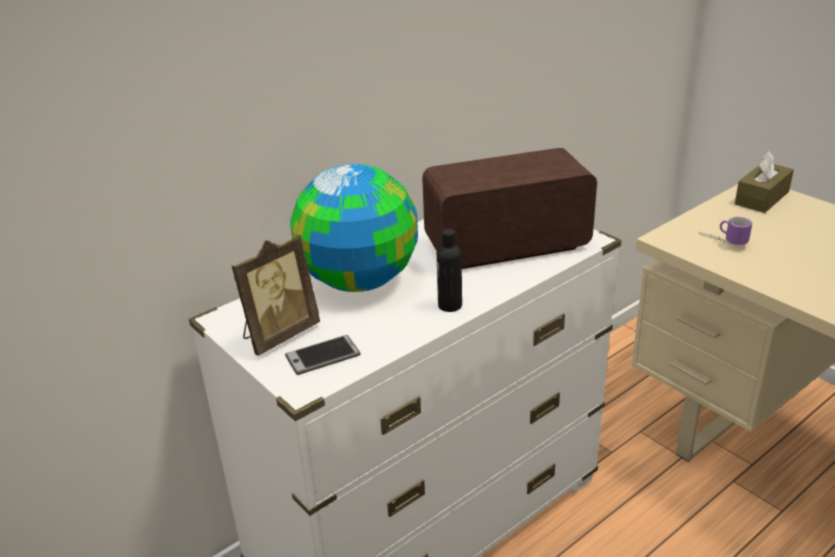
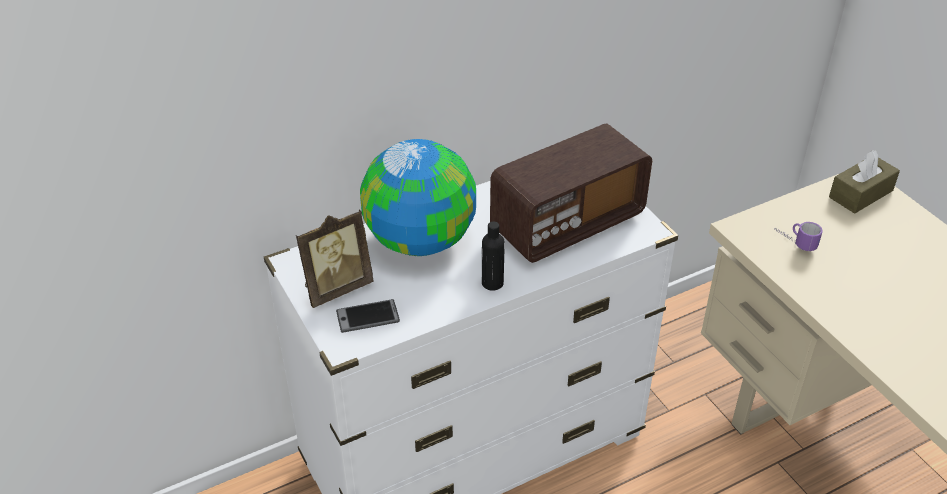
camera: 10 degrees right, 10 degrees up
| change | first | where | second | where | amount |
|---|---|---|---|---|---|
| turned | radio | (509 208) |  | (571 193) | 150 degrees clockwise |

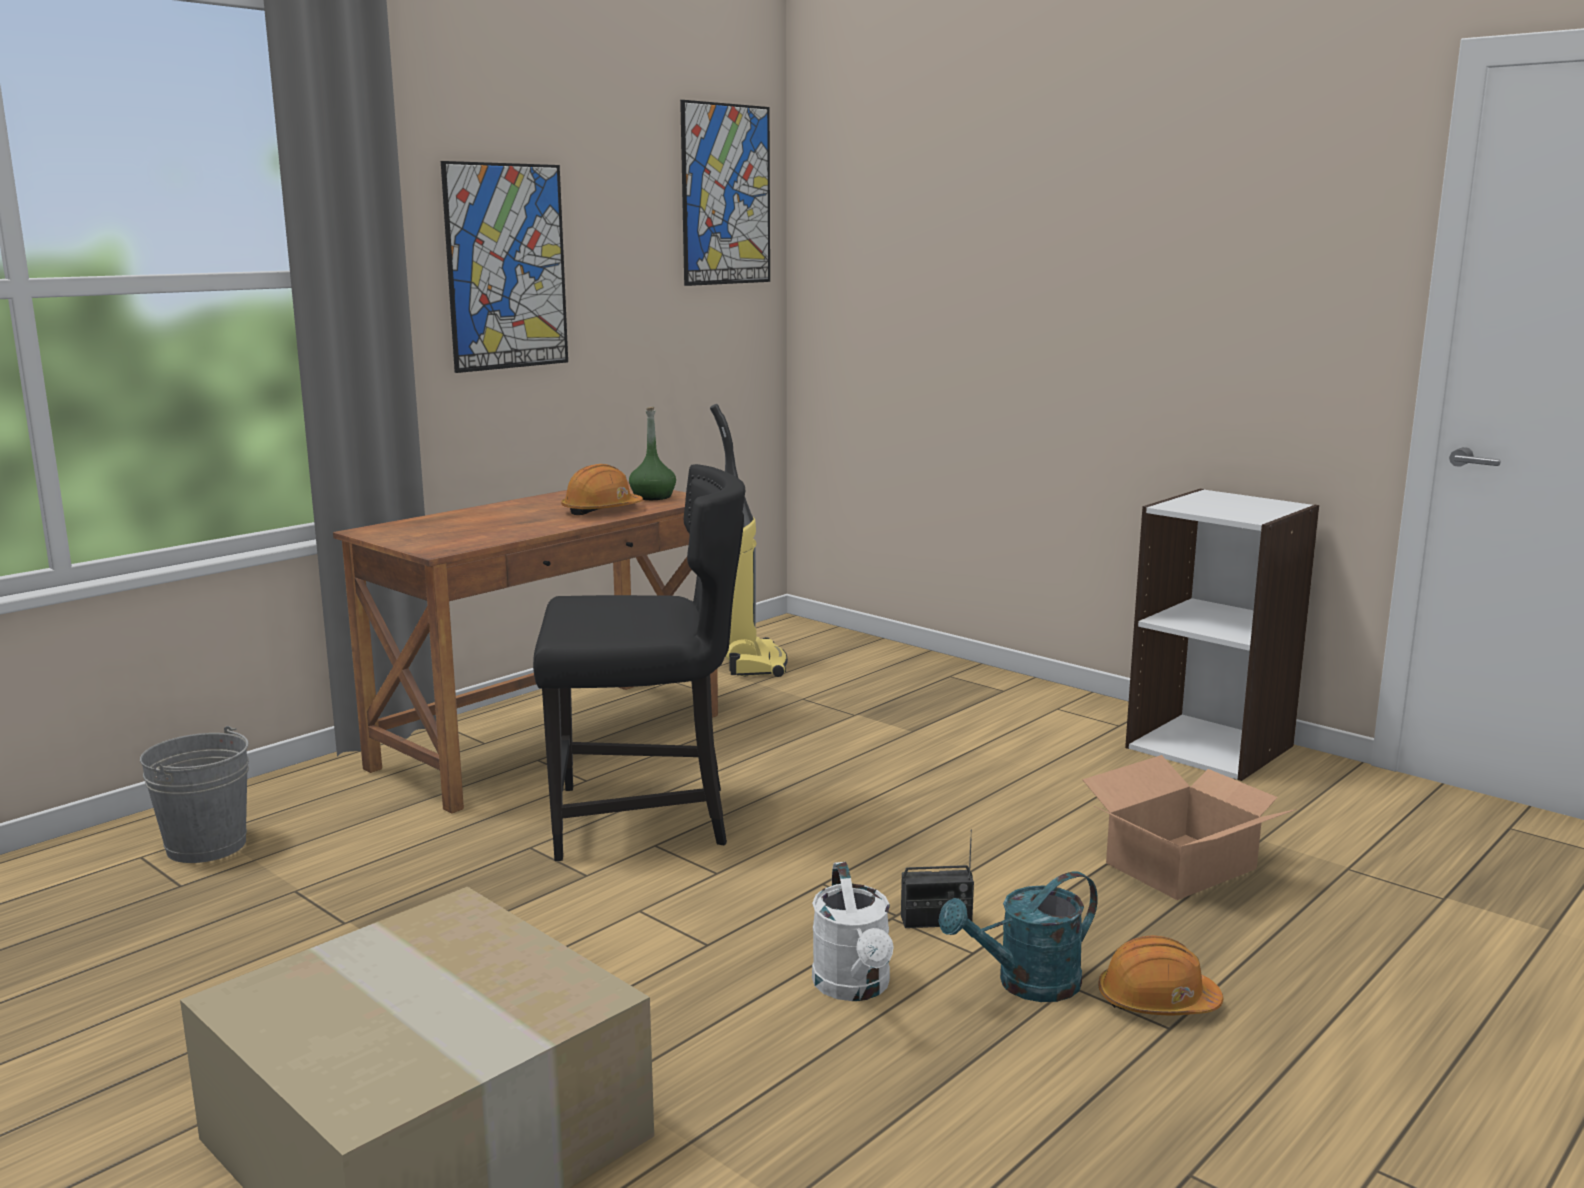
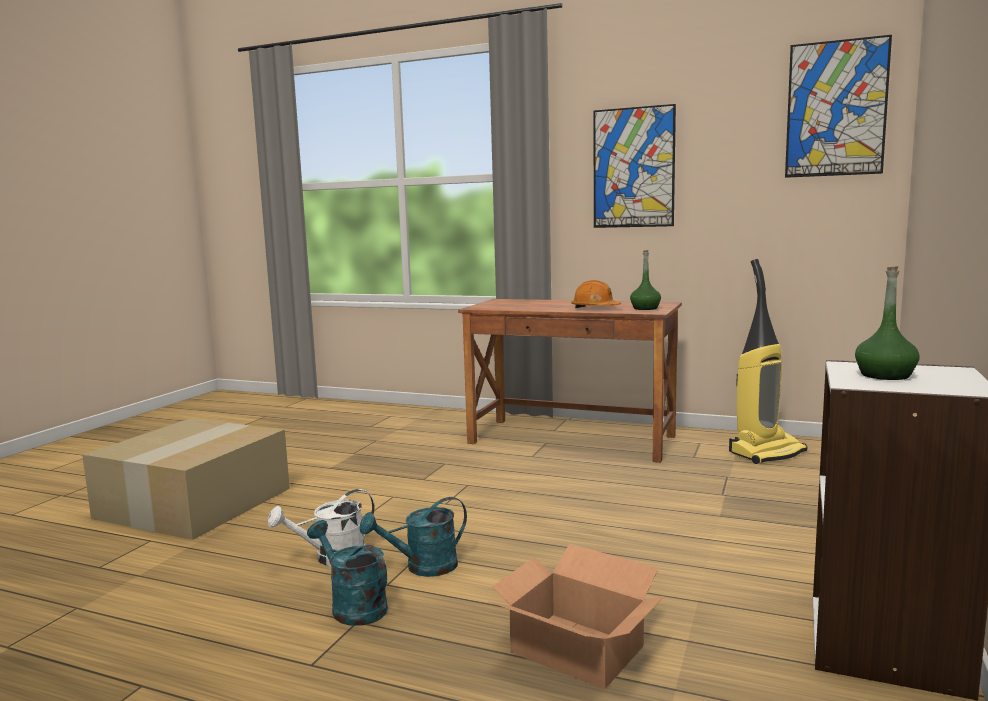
camera: 70 degrees right, 5 degrees down
| change | first | where | second | where | amount |
|---|---|---|---|---|---|
| removed | seau/gris | (194 794) |  |  |  |
| removed | chaise/noir | (639 662) |  |  |  |
| replaced | radio | (937 879) | arrosoir/turquoise | (413 537) |  |
| removed | casque de chantier/orange | (1160 975) |  |  |  |
| added |  |  | bouteille/vert | (887 323) |  |

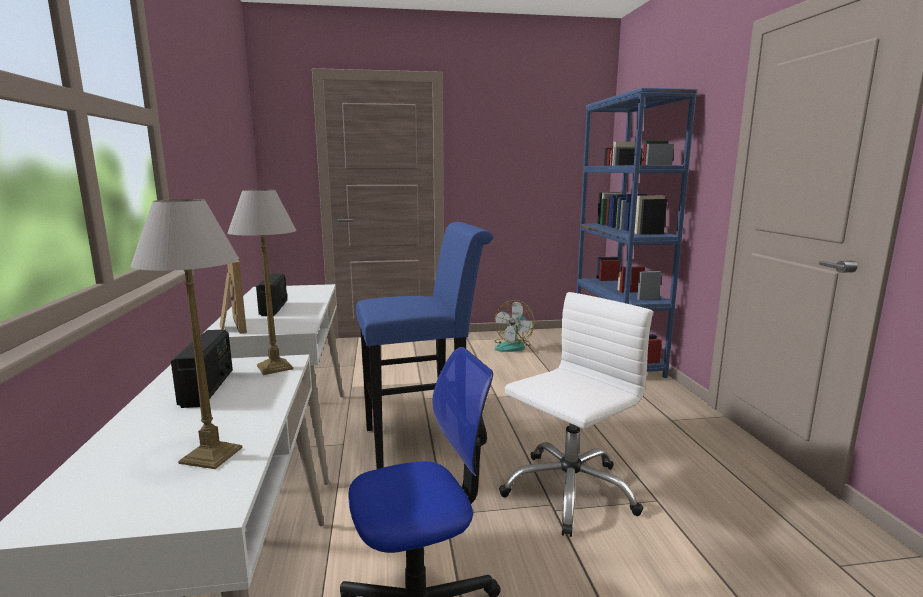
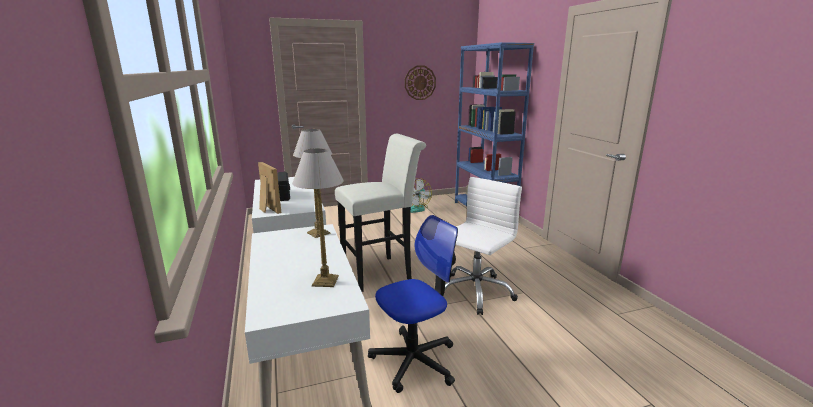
camera: 10 degrees left, 5 degrees up
| change | first | where | second | where | amount |
|---|---|---|---|---|---|
| removed | radio | (202 368) |  |  |  |
| recoloured | tabouret/bleu | (424 345) | tabouret/blanc | (380 213) |  |
| added |  |  | horloge murale | (420 83) |  |

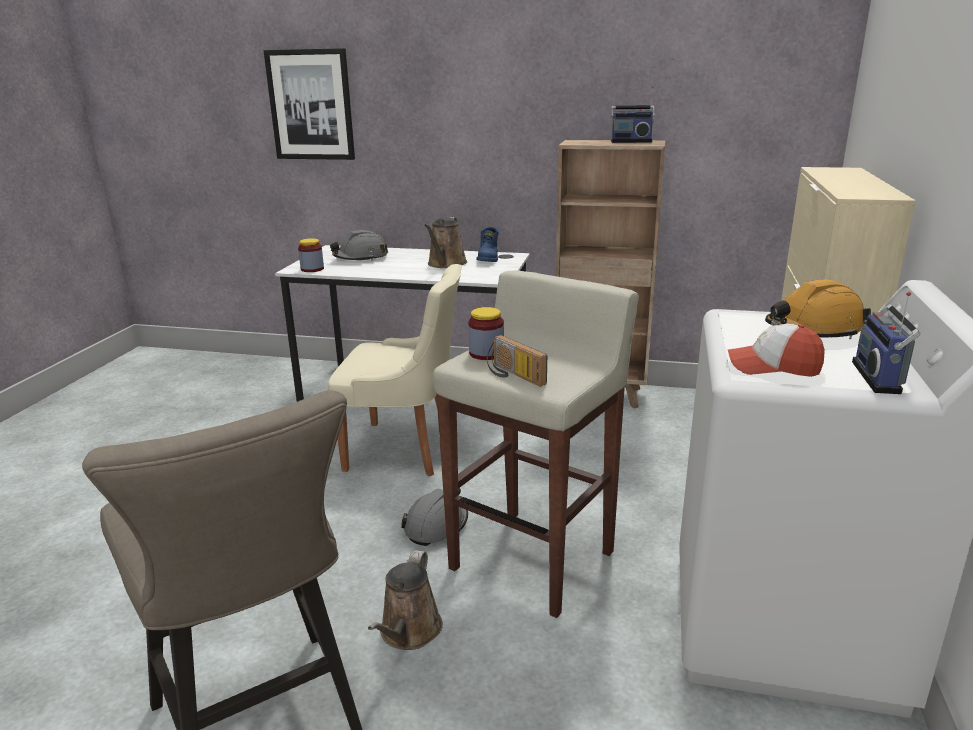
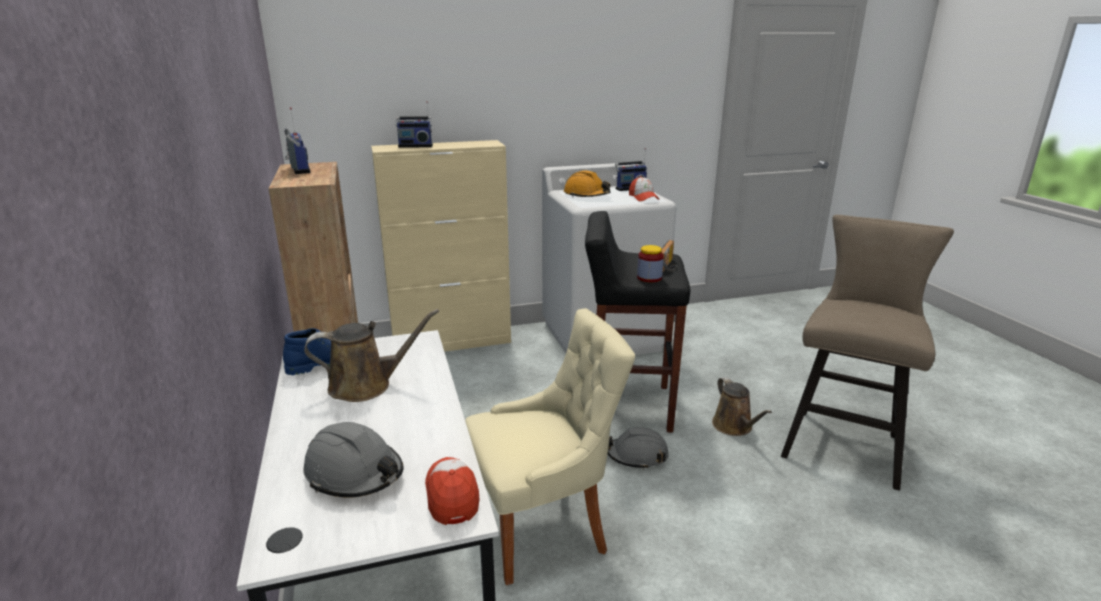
camera: 120 degrees left, 0 degrees up
| change | first | where | second | where | amount |
|---|---|---|---|---|---|
| removed | tableau | (309 104) |  |  |  |
| replaced | bocal | (311 255) | casquette | (452 491) |  |
| turned | chaise/beige | (395 370) |  | (550 446) | 90 degrees clockwise |
| turned | arrosoir/marron | (405 600) |  | (742 406) | 90 degrees clockwise |
| recoloured | tabouret/beige | (536 444) | tabouret/noir | (637 322) |  |
| added |  |  | radio | (414 124) |  |

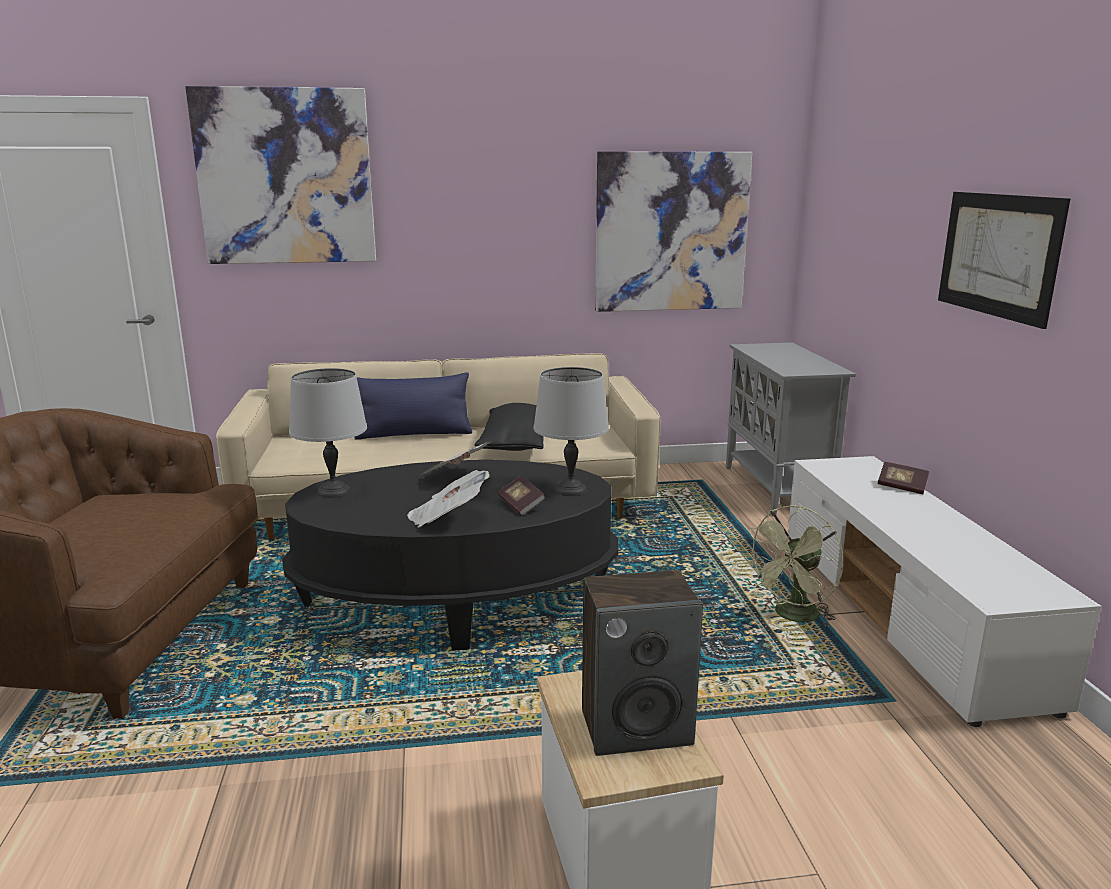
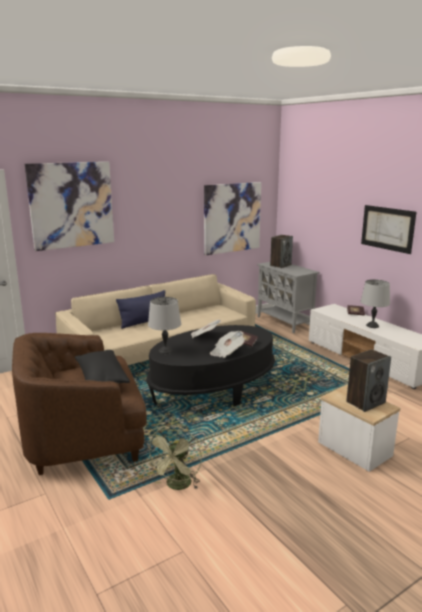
camera: 25 degrees left, 0 degrees up
| change | first | where | second | where | amount |
|---|---|---|---|---|---|
| moved | coussin/noir | (509 427) |  | (102 367) |  |
| moved | lampe de table/gris | (571 431) |  | (375 303) |  |
| moved | ventilateur/vert | (794 566) |  | (174 457) |  |
| added |  |  | enceinte | (281 251) |  |

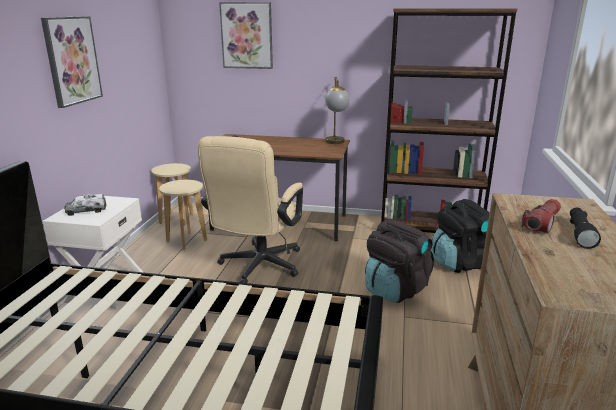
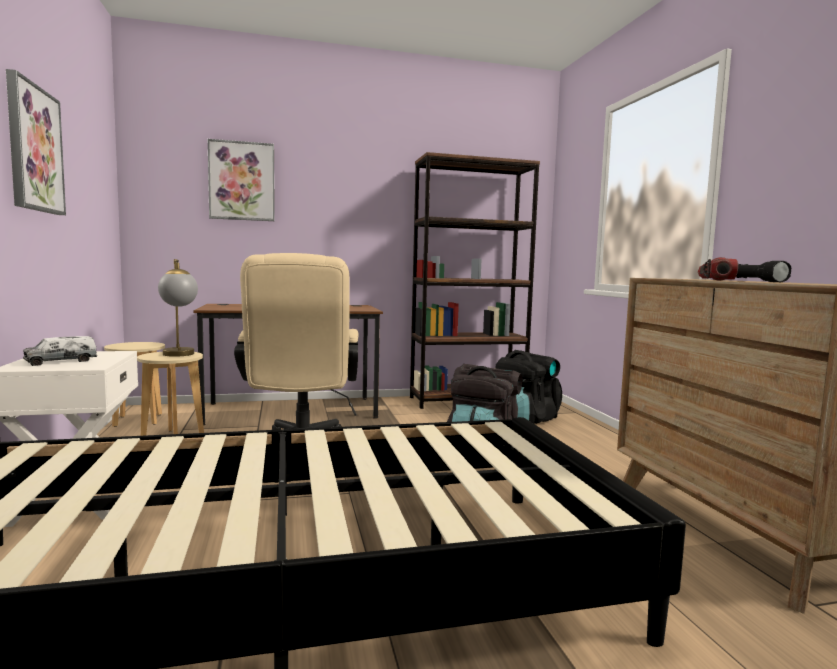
camera: 25 degrees left, 15 degrees down
| change | first | where | second | where | amount |
|---|---|---|---|---|---|
| moved | lampe de table | (337 110) |  | (178 308) |  |

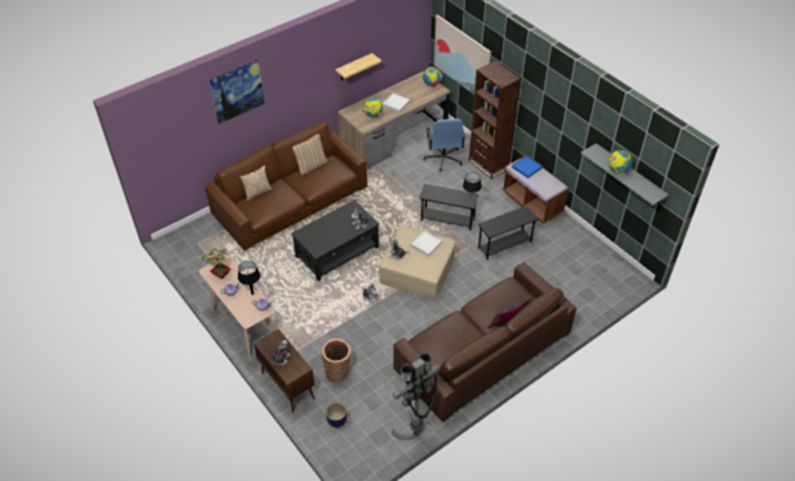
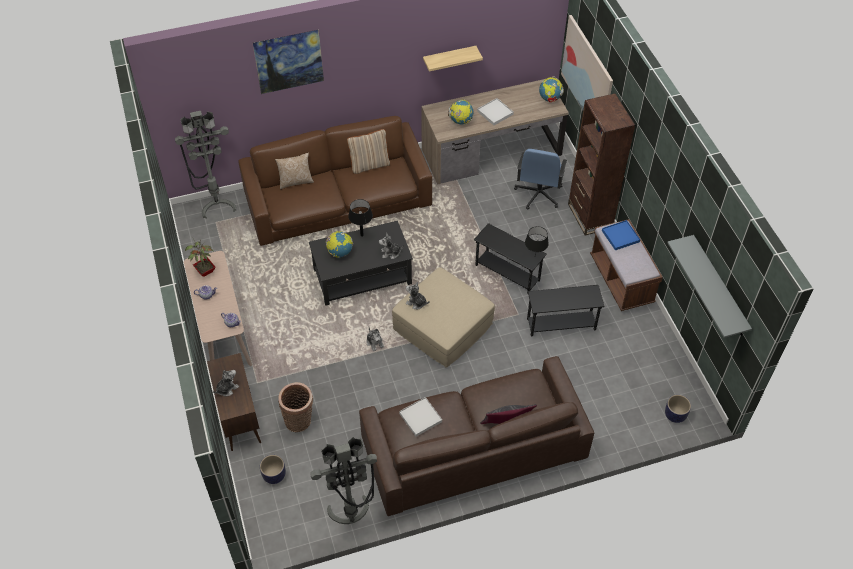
camera: 20 degrees right, 5 degrees up
| change | first | where | second | where | amount |
|---|---|---|---|---|---|
| moved | lampe de table/noir | (249 278) |  | (360 218) |  |
| moved | plateau/blanc | (426 243) |  | (420 417) |  |
| moved | globe | (620 162) |  | (339 244) |  |
| added |  |  | lampadaire/gris | (205 164) |  |
| added |  |  | cache-pot | (678 409) |  |

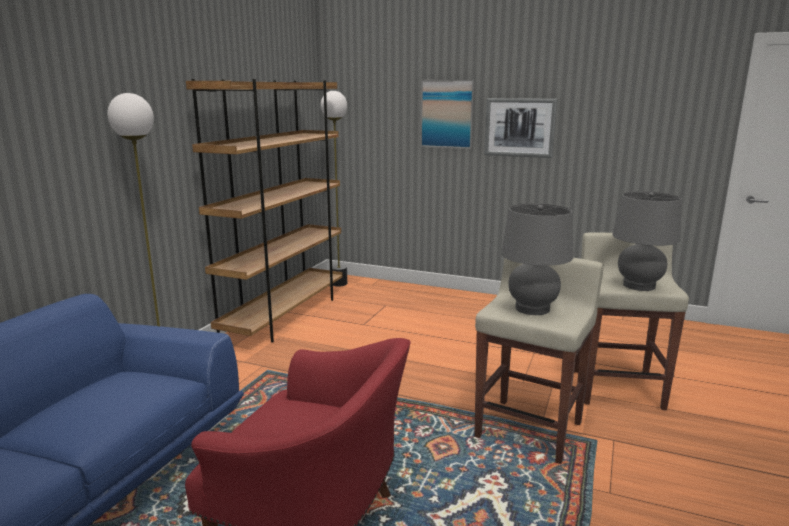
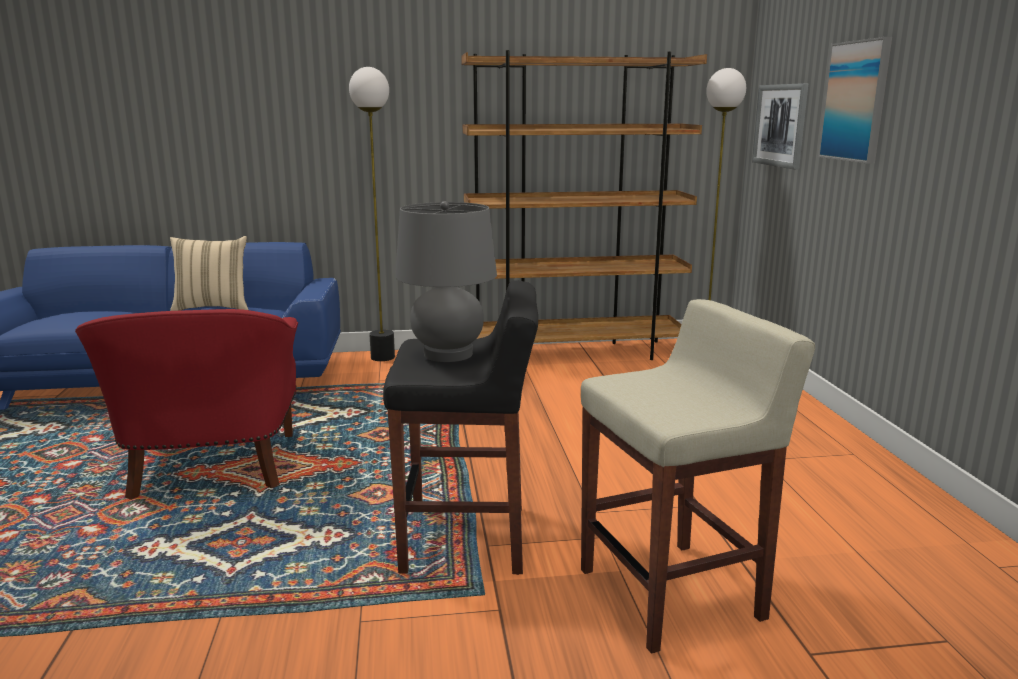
camera: 60 degrees right, 0 degrees up
| change | first | where | second | where | amount |
|---|---|---|---|---|---|
| recoloured | tabouret/beige | (539 361) | tabouret/noir | (460 428) |  |
| moved | tableau | (520 128) |  | (780 126) |  |
| removed | lampe de table/gris | (647 241) |  |  |  |
| added |  |  | coussin/beige | (209 273) |  |

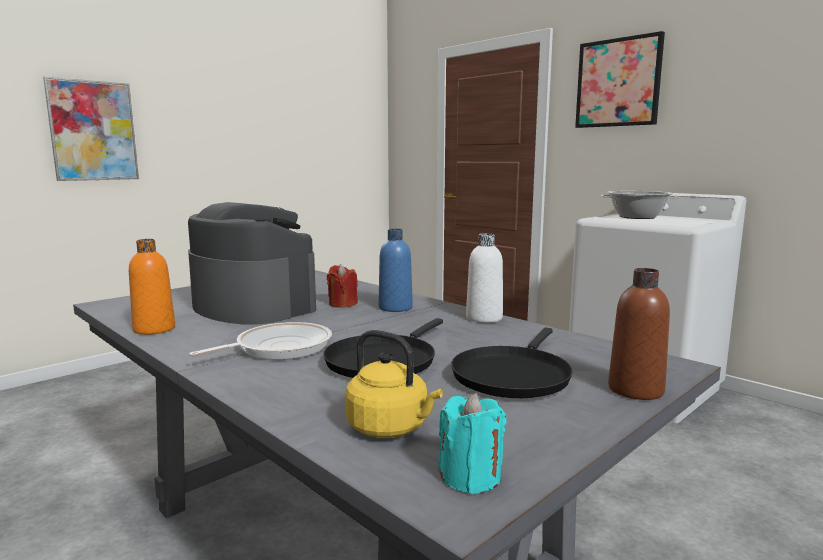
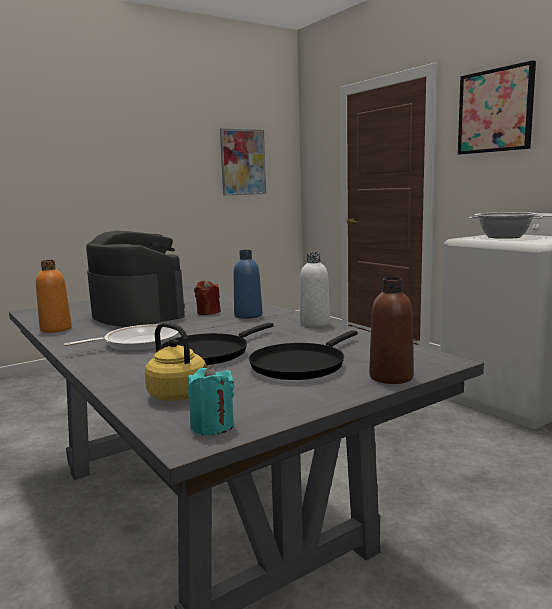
camera: 10 degrees right, 0 degrees up
| change | first | where | second | where | amount |
|---|---|---|---|---|---|
| moved | tableau | (91 128) |  | (243 162) |  |

